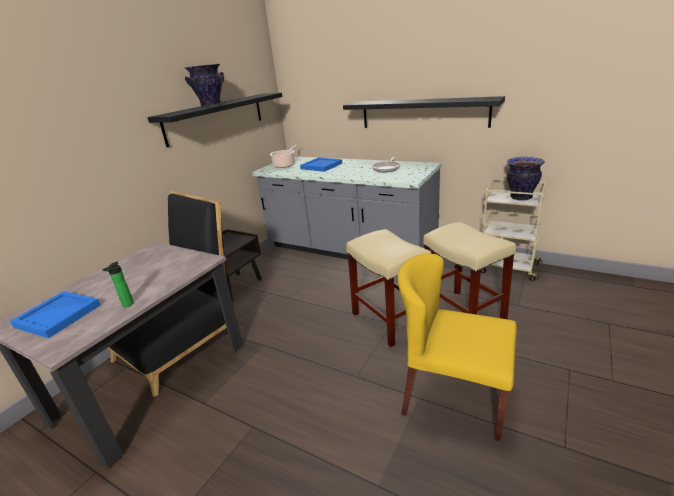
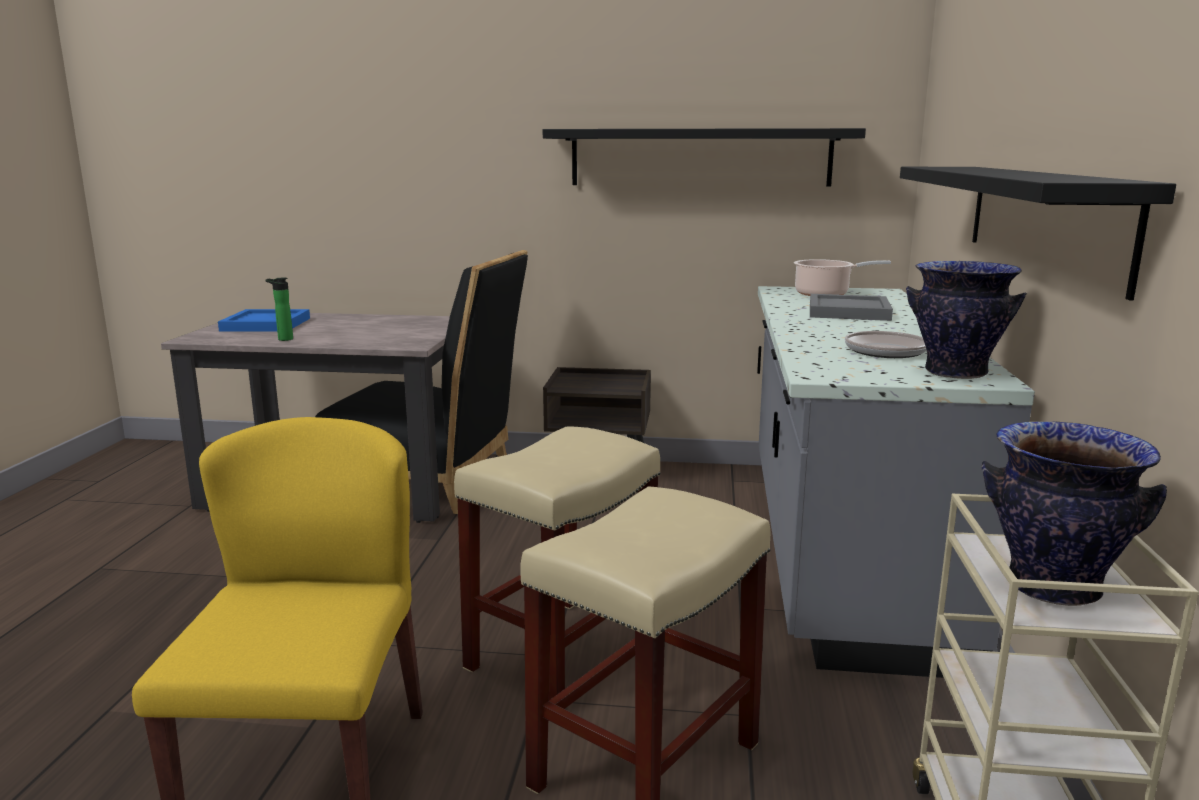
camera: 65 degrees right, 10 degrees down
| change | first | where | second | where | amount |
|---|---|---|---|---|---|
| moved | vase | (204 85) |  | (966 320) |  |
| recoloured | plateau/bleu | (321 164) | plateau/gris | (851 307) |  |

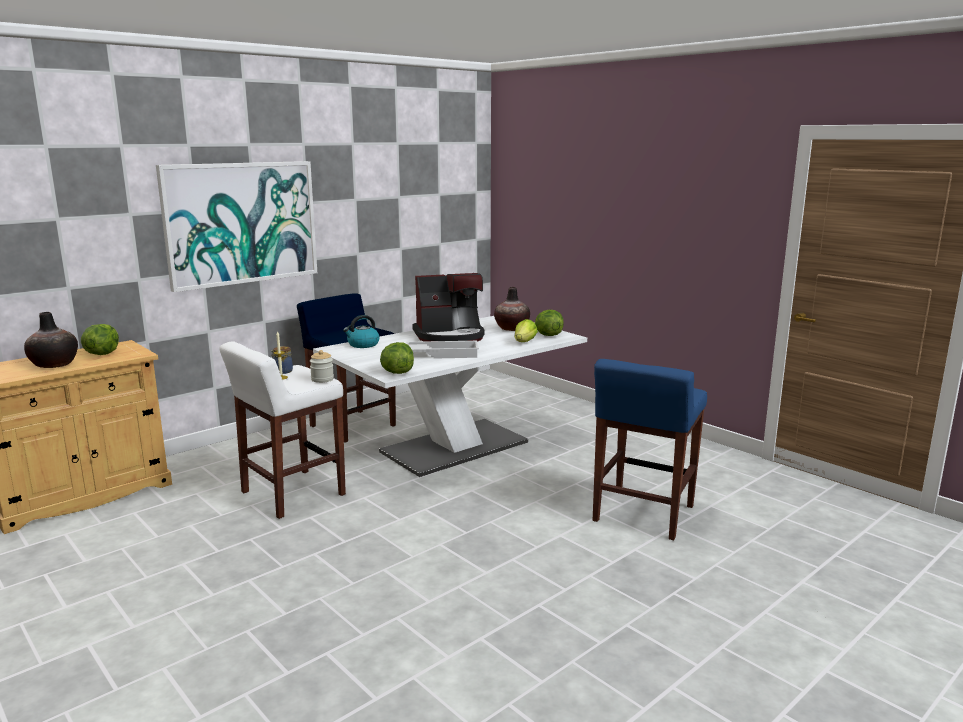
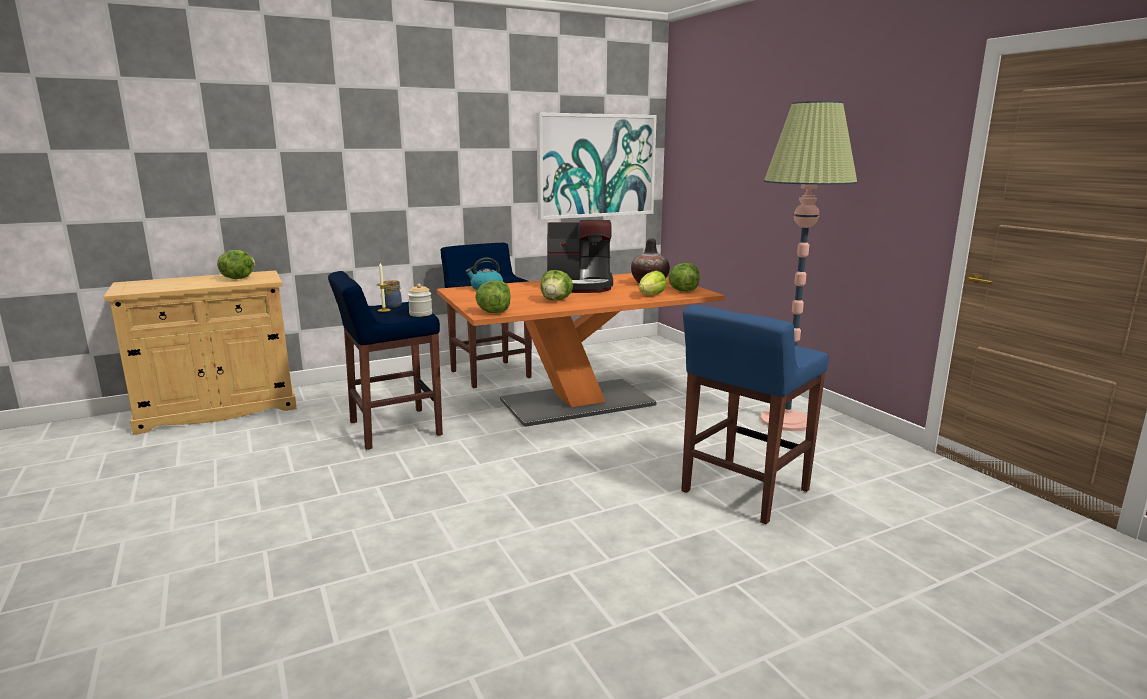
camera: 15 degrees right, 0 degrees up
| change | first | where | second | where | amount |
|---|---|---|---|---|---|
| removed | vase | (51 340) |  |  |  |
| moved | tableau | (236 226) |  | (596 166) |  |
| recoloured | tabouret/blanc | (282 430) | tabouret/bleu | (385 360) |  |
| recoloured | table à manger/blanc | (450 396) | table à manger/orange | (581 350) |  |
| replaced | plateau/blanc | (442 350) | laitue | (557 285) |  |
| added |  |  | lampadaire | (808 266) |  |

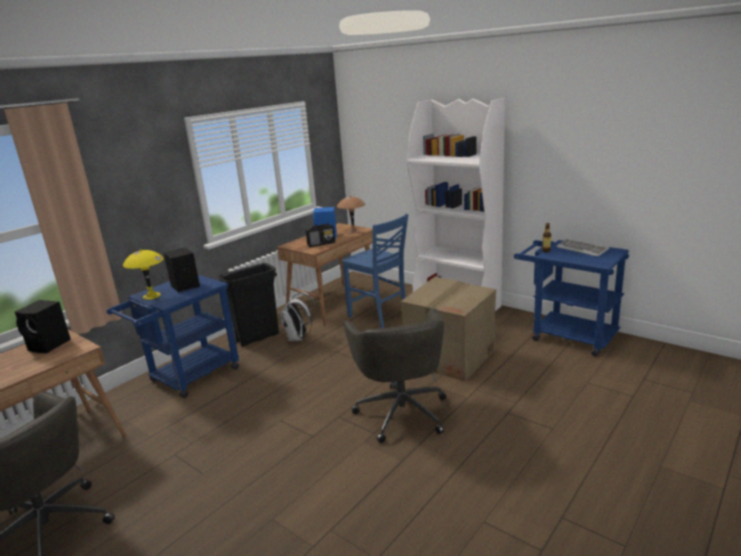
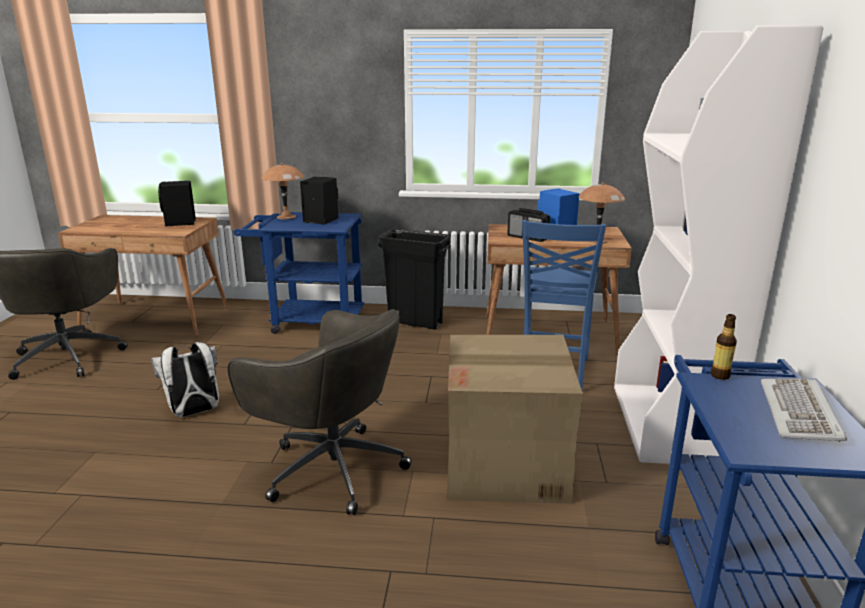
camera: 55 degrees right, 0 degrees up
| change | first | where | second | where | amount |
|---|---|---|---|---|---|
| recoloured | lampe de table/jaune | (143 274) | lampe de table/marron | (283 191) |  |
| moved | sac à dos/blanc | (298 316) |  | (185 379) |  |
| turned | chaise de bureau/gris | (394 375) |  | (320 412) | 105 degrees counterclockwise |

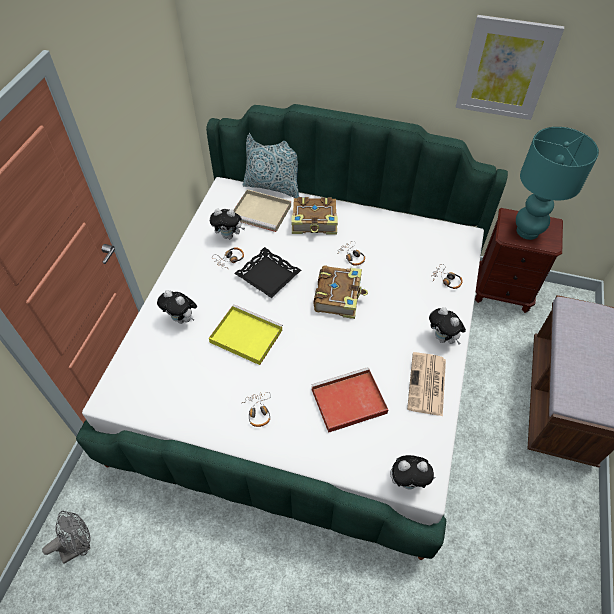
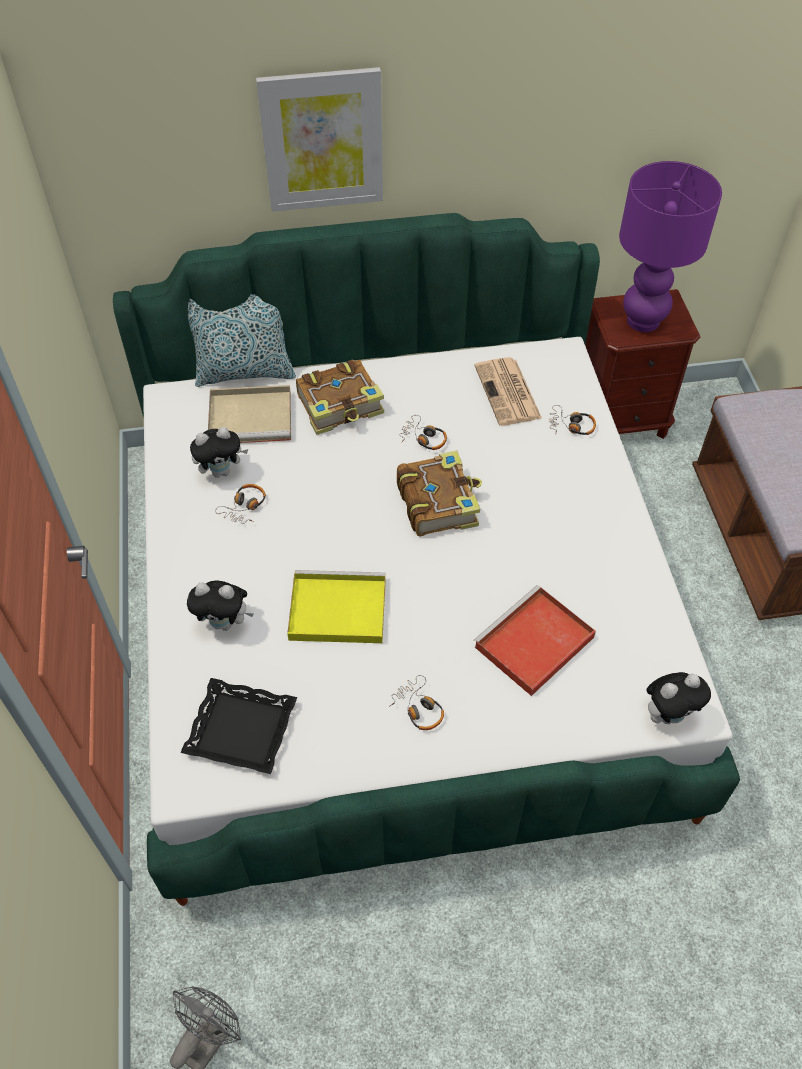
camera: 25 degrees left, 0 degrees up
| change | first | where | second | where | amount |
|---|---|---|---|---|---|
| moved | plateau/noir | (267 272) |  | (239 726) |  |
| moved | journal | (426 384) |  | (508 391) |  |
| removed | peluche | (447 325) |  |  |  |
| moved | tableau | (509 67) |  | (319 139) |  |
| recoloured | lampe de table/turquoise | (557 183) | lampe de table/violet | (670 246) |  |

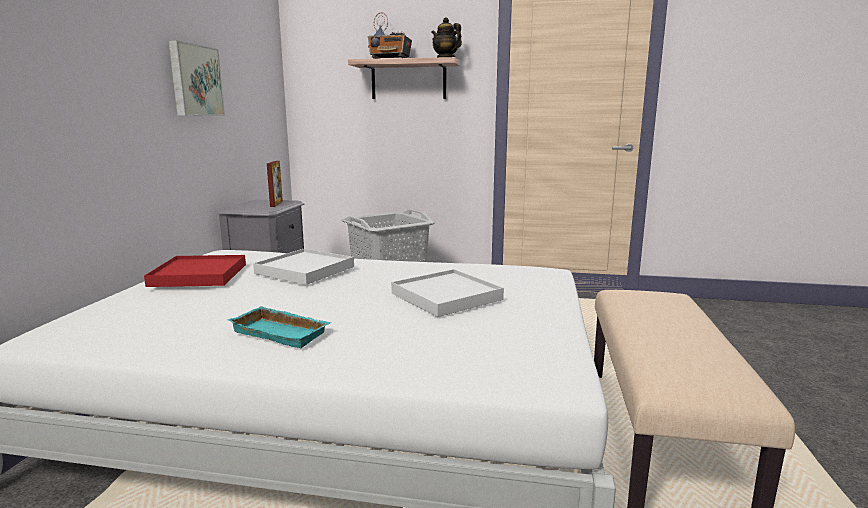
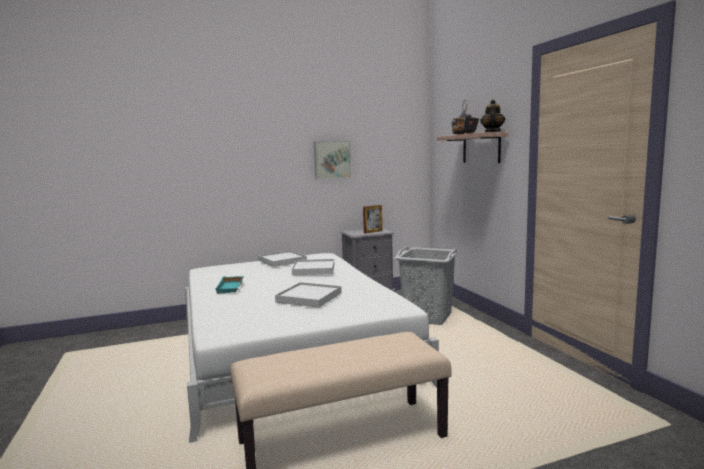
camera: 60 degrees right, 5 degrees down
| change | first | where | second | where | amount |
|---|---|---|---|---|---|
| recoloured | plateau/rouge | (195 271) | plateau/blanc | (282 258) |  |

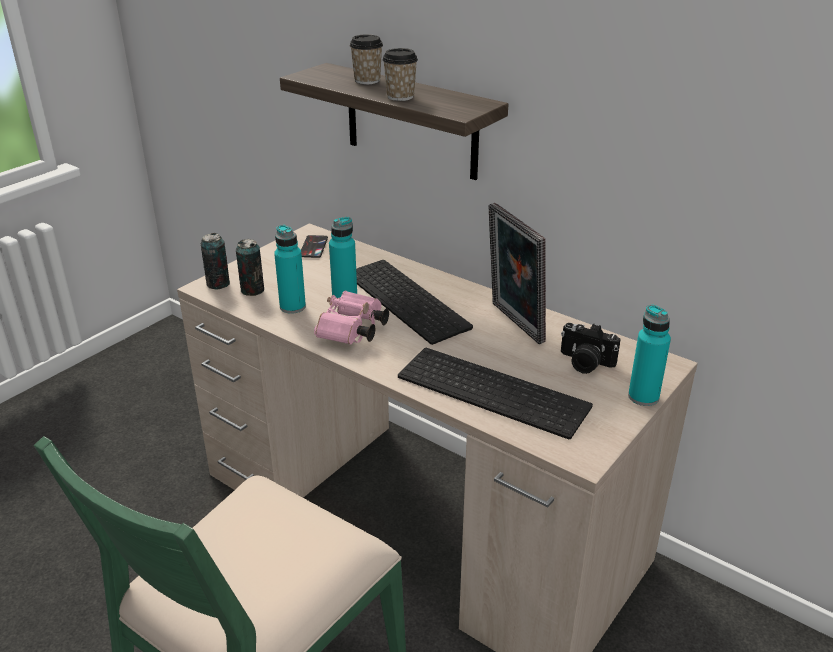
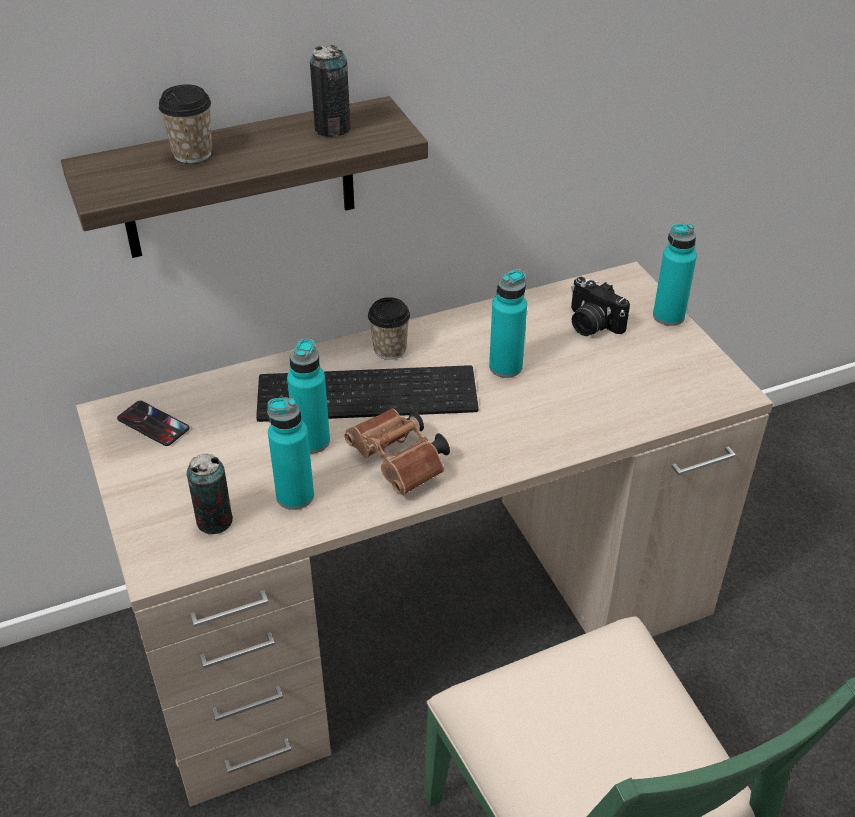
camera: 60 degrees left, 10 degrees up
| change | first | where | second | where | amount |
|---|---|---|---|---|---|
| moved | boîte métallique | (215 261) |  | (330 91) |  |
| recoloured | jumelles/rose | (351 317) | jumelles/marron | (397 451) |  |
| moved | tasse | (400 74) |  | (389 328) |  |
| removed | clavier | (495 393) |  |  |  |
| removed | cadre photo | (517 273) |  |  |  |
| turned | appareil photo | (591 348) |  | (600 306) | 75 degrees clockwise |
| added |  |  | bouteille/turquoise | (508 323) |  |

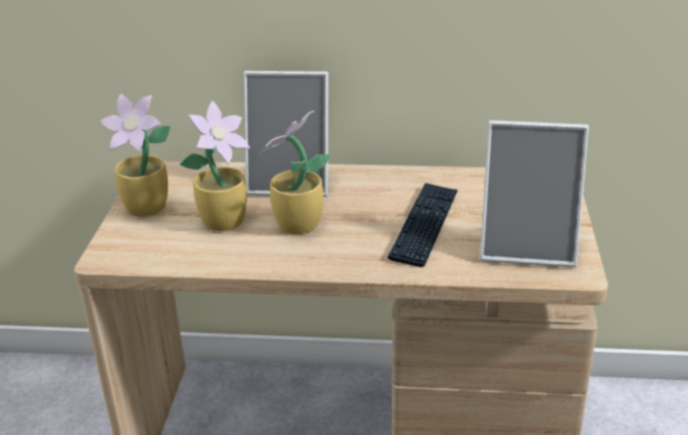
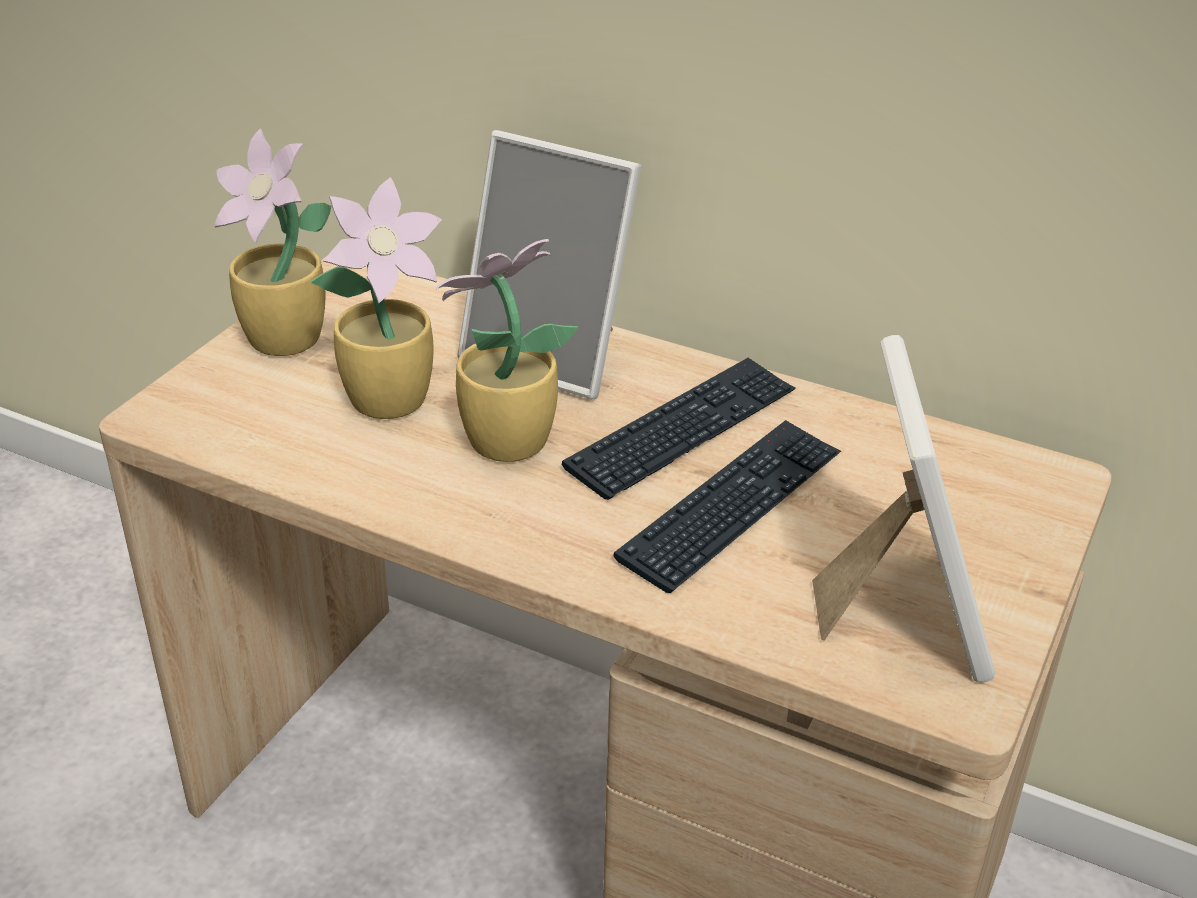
camera: 20 degrees right, 5 degrees up
| change | first | where | second | where | amount |
|---|---|---|---|---|---|
| turned | cadre photo | (534 193) |  | (903 509) | 120 degrees counterclockwise |
| added |  |  | clavier | (678 429) |  |

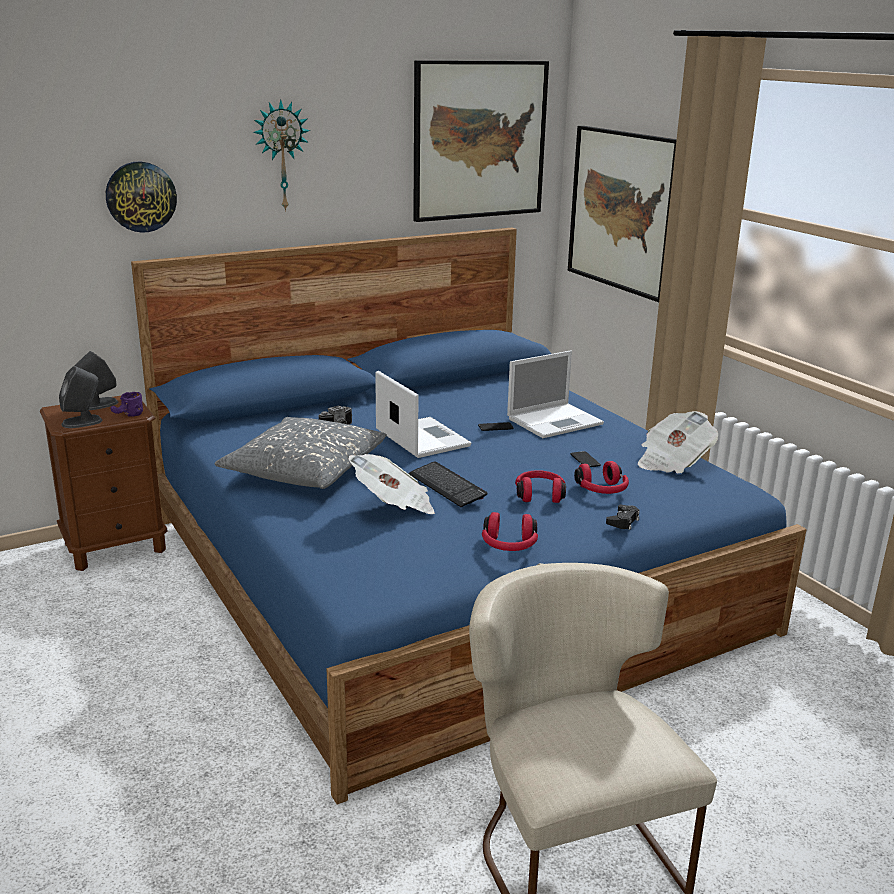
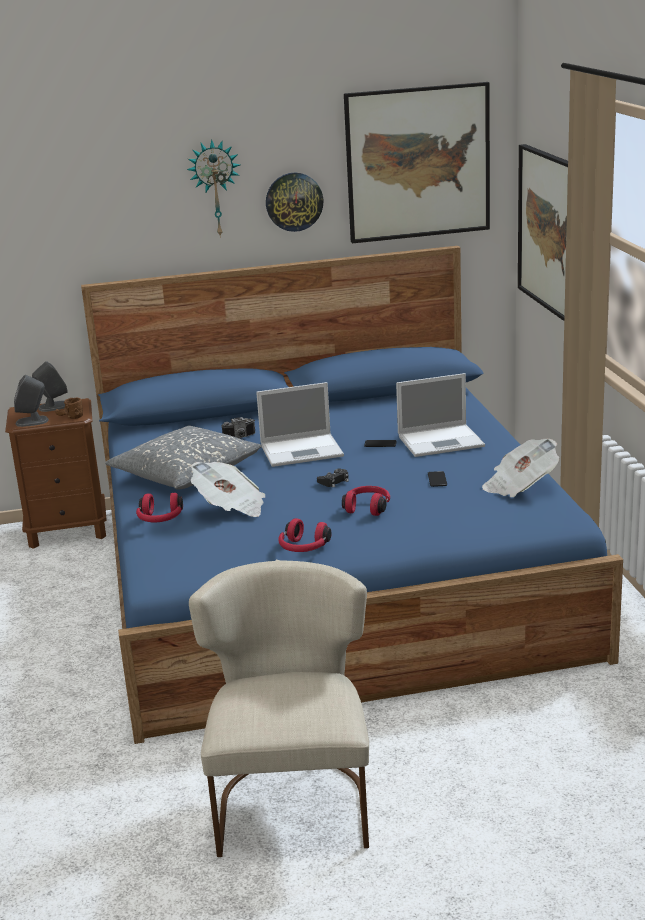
camera: 20 degrees right, 0 degrees up
| change | first | where | second | where | amount |
|---|---|---|---|---|---|
| moved | horloge murale | (141 197) |  | (294 202) |  |
| recoloured | mug/violet | (126 404) | mug/marron | (69 408) |  |
| turned | ordinateur portable | (423 414) |  | (300 424) | 90 degrees clockwise |
| removed | clavier | (448 484) |  |  |  |
| moved | casque audio/rouge | (601 477) |  | (159 507) |  |
| moved | manette/noir | (623 517) |  | (333 478) |  |

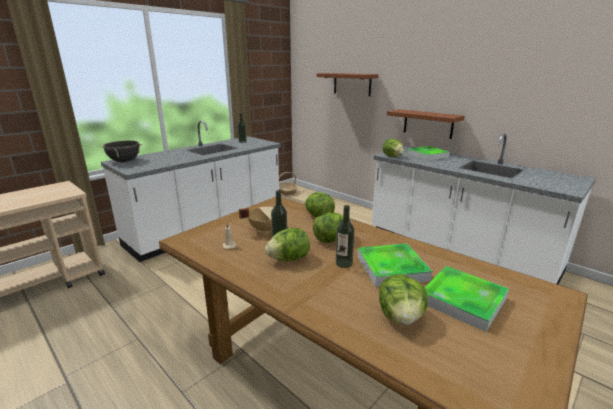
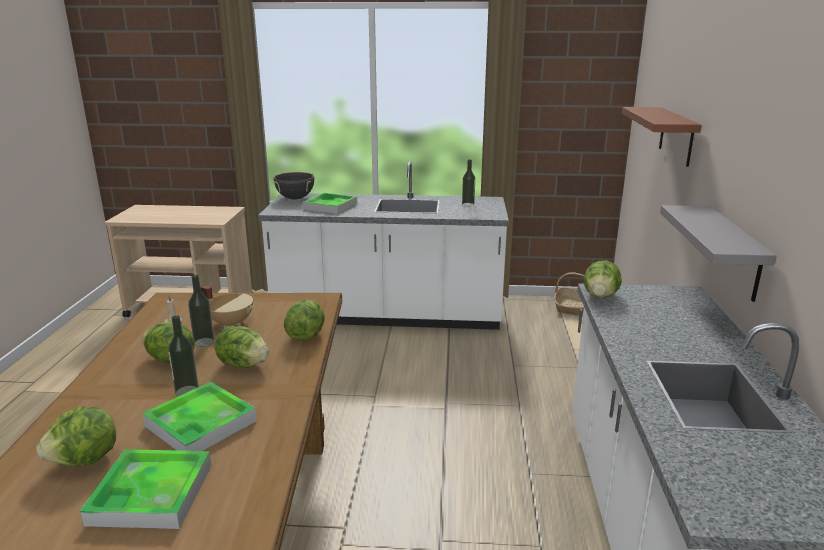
camera: 50 degrees right, 0 degrees up
| change | first | where | second | where | amount |
|---|---|---|---|---|---|
| recoloured | étagère/marron | (425 124) | étagère/gris | (718 253) |  |
| moved | plateau | (428 153) |  | (330 203) |  |

